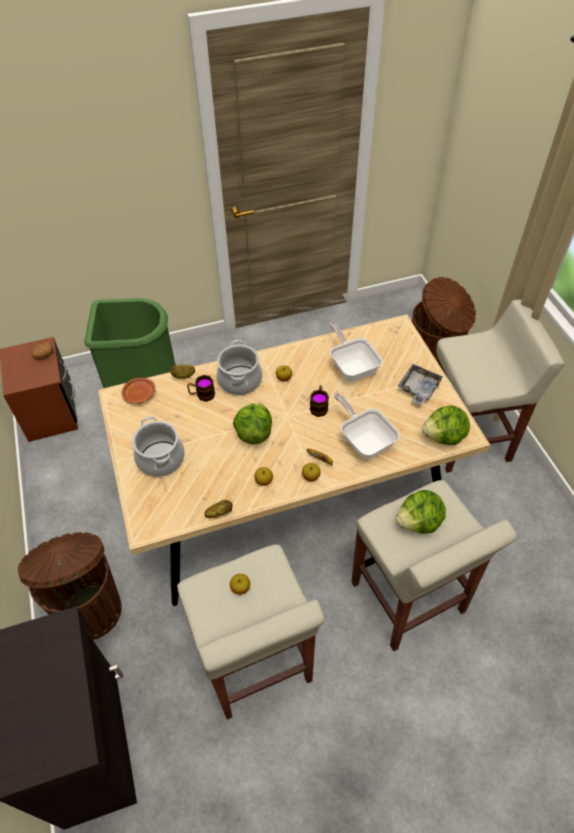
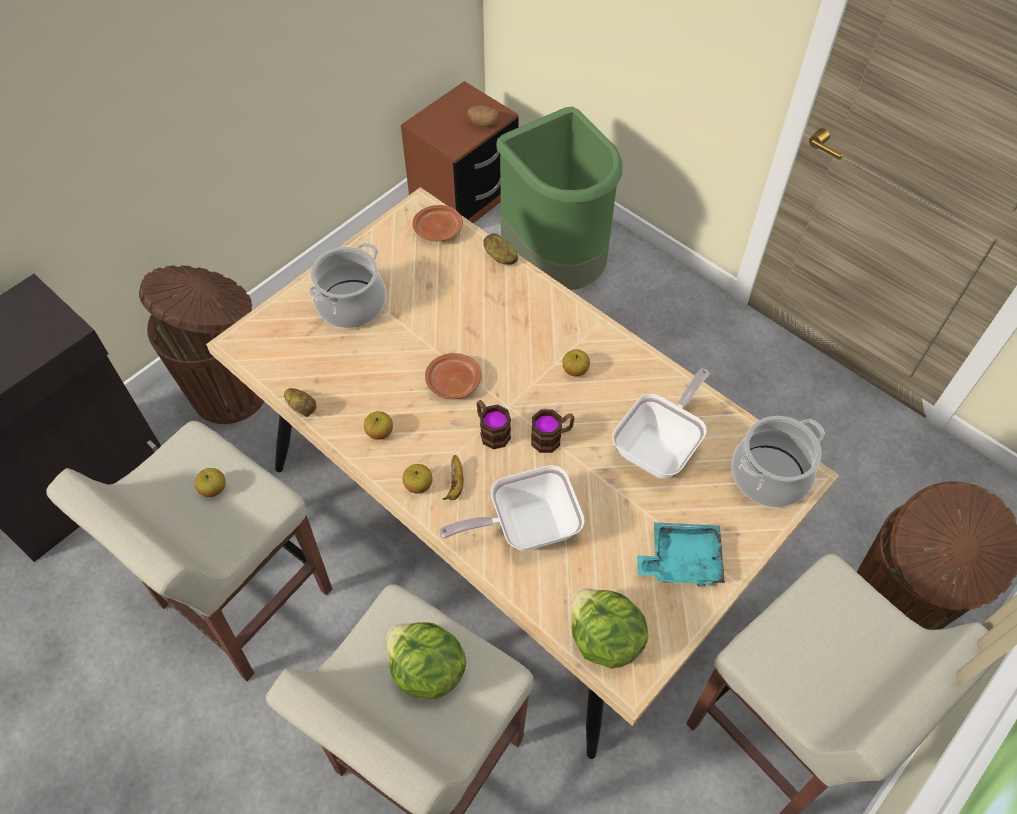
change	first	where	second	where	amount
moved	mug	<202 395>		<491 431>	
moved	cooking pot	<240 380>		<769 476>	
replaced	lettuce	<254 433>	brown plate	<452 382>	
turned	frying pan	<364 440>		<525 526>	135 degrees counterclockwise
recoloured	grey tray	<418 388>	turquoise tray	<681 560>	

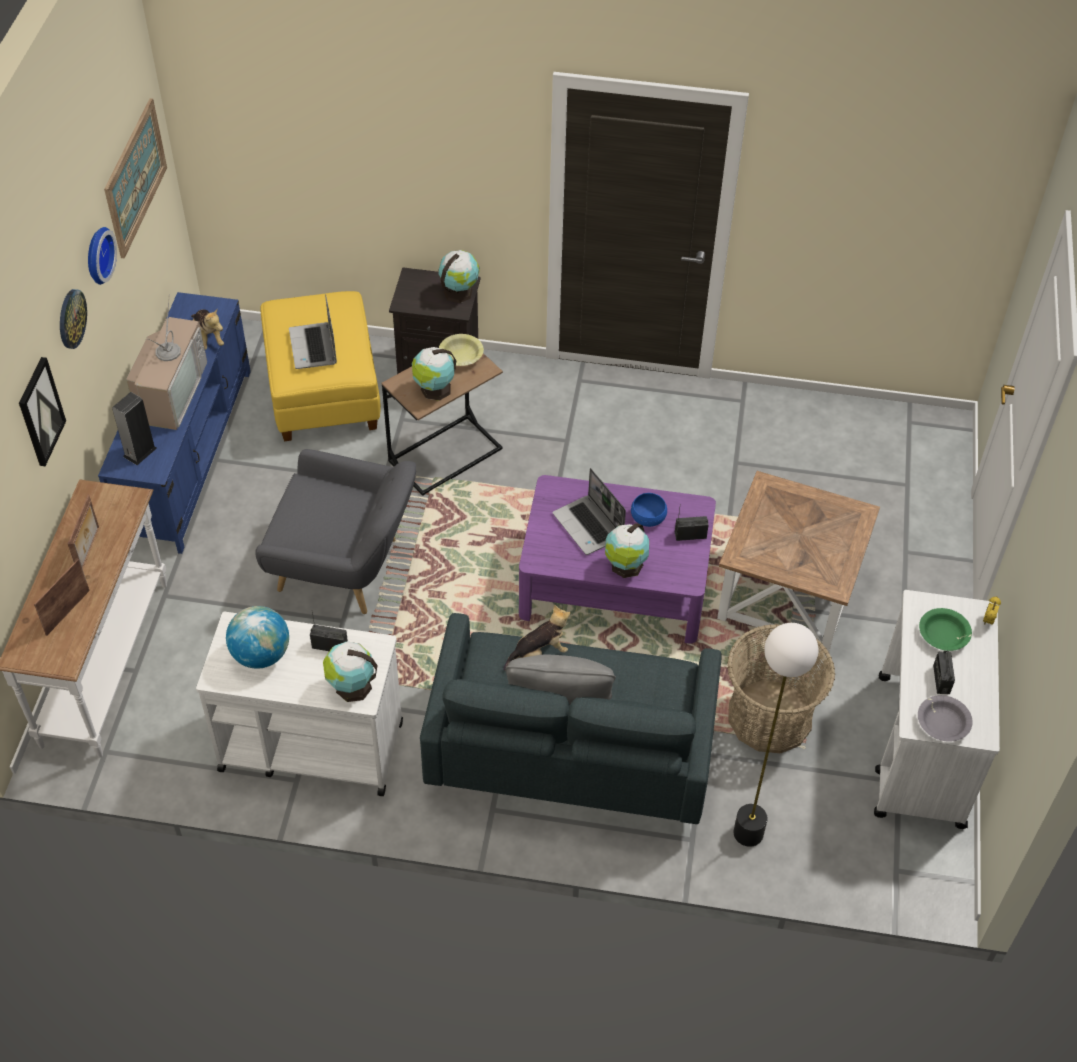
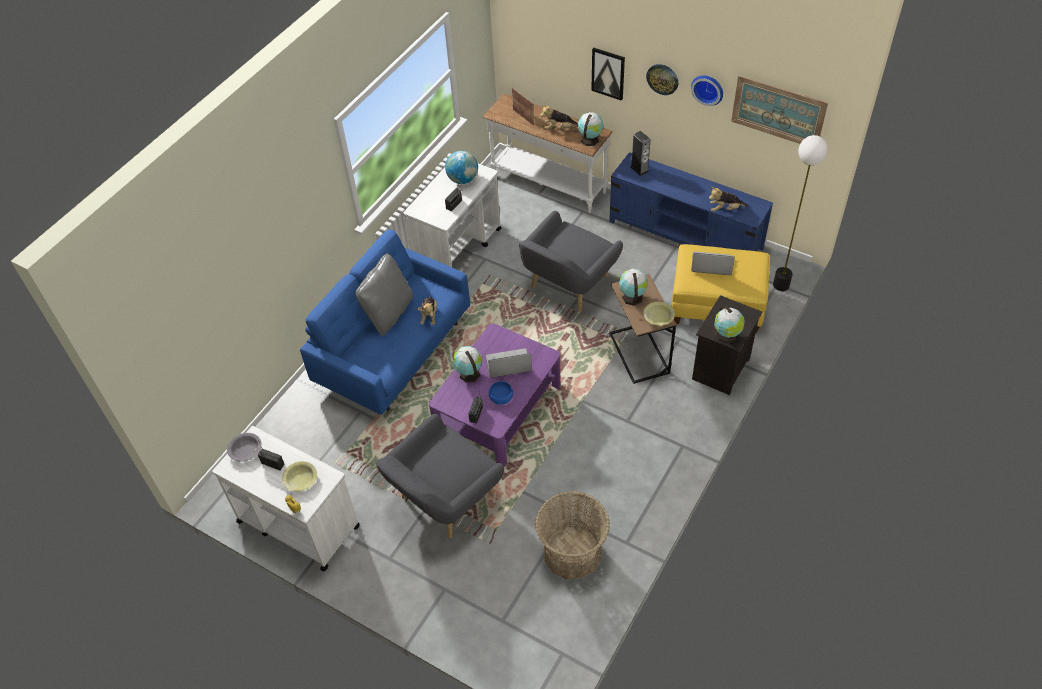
change	first	where	second	where	amount
replaced	picture frame	<89 551>	plush toy	<559 128>	
removed	television	<170 391>			
moved	globe	<351 687>		<590 139>	
recoloured	grey sofa	<569 753>	blue sofa	<394 351>	
replaced	brown side table	<789 595>	grey armchair	<443 500>	
moved	basket	<770 717>		<572 552>	
moved	floor lamp	<747 833>		<781 284>	
recoloured	green bowl	<943 635>	yellow bowl	<300 479>	

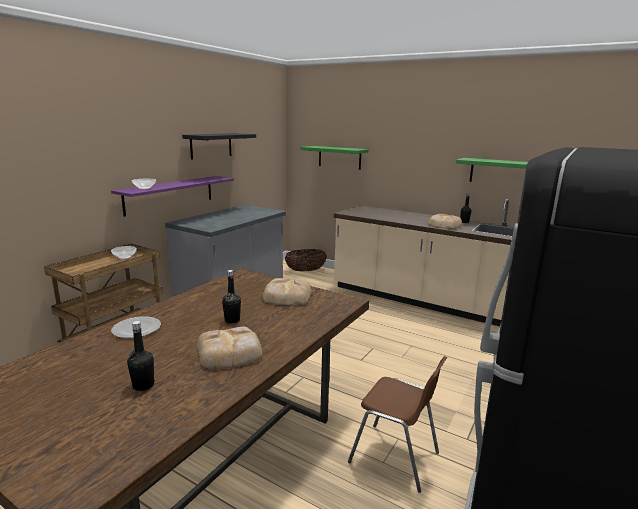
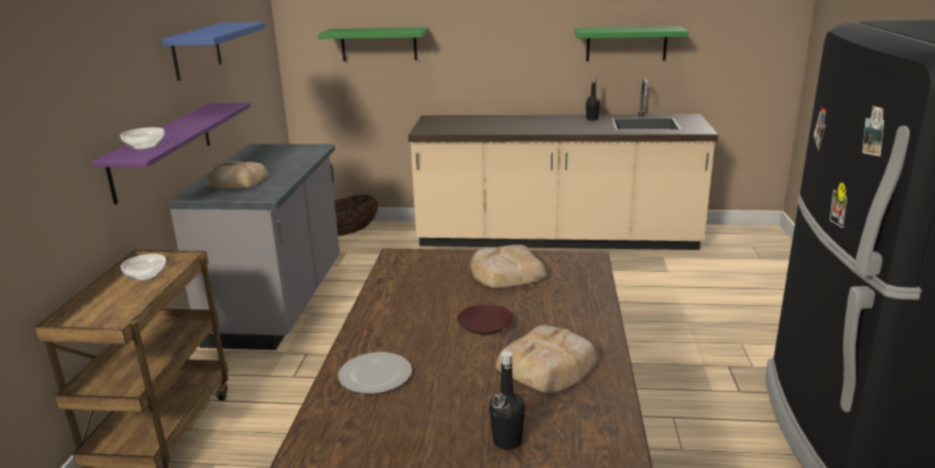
change	first	where	second	where	amount
recoloured	black shelf	<211 145>	blue shelf	<196 51>	
replaced	black bottle	<232 320>	brown plate	<486 324>	
removed	brown chair	<395 457>			
moved	bread	<444 225>		<237 181>	

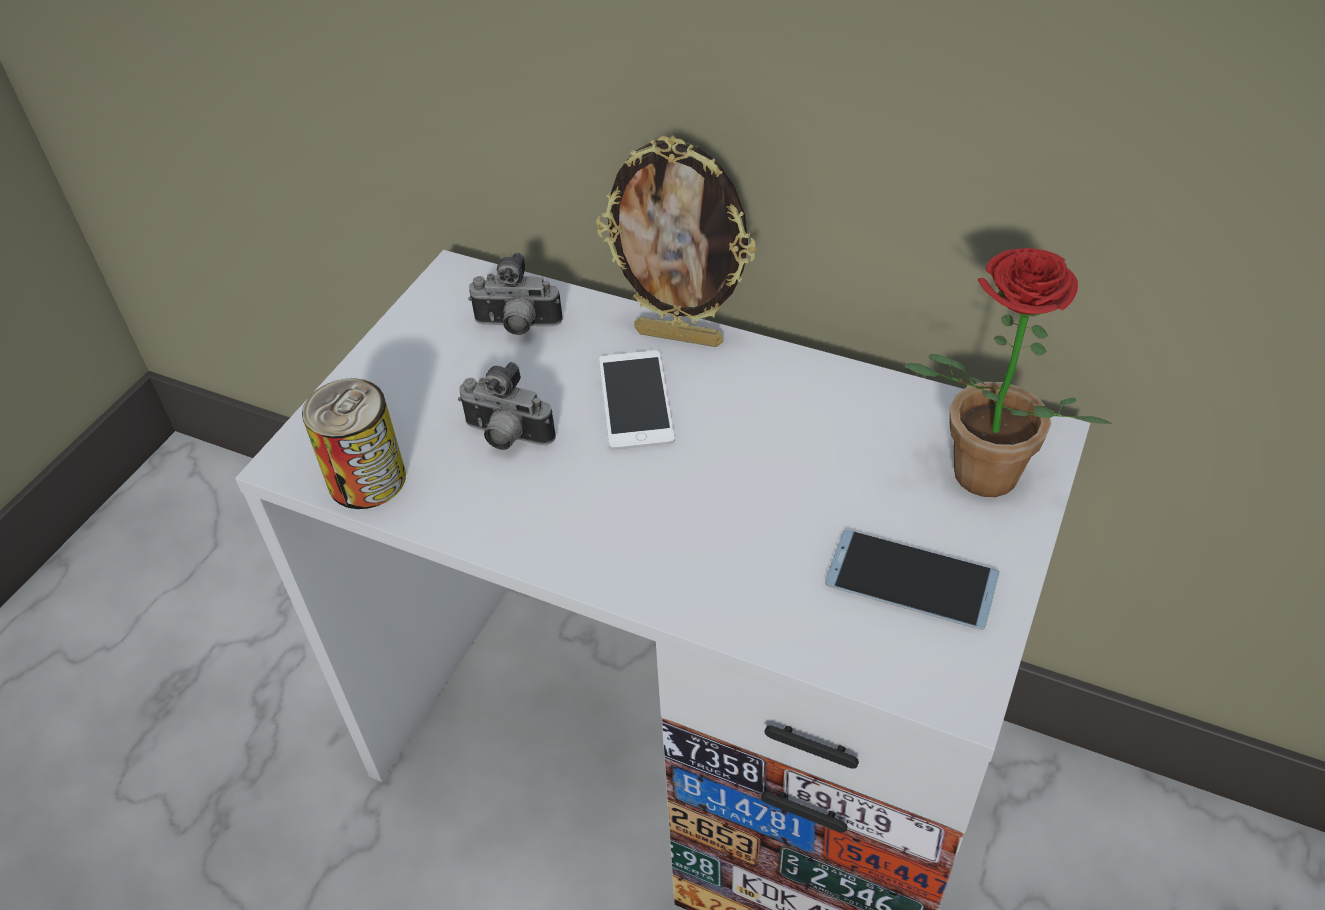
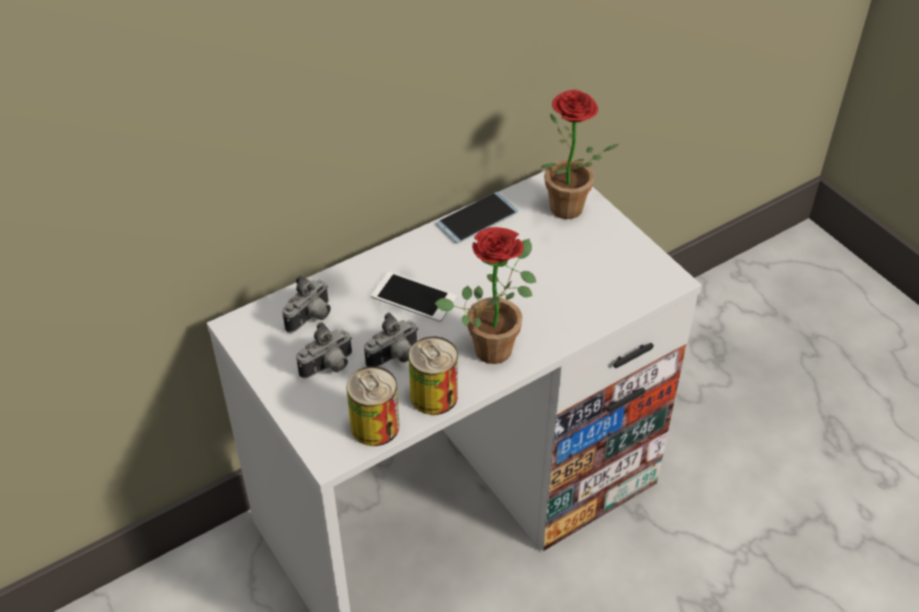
change	first	where	second	where	amount
removed	picture frame	<680 336>			
moved	phone	<911 580>		<477 218>	
added			photo camera	<329 367>	
added			can	<434 396>	
added			potted plant	<495 343>	

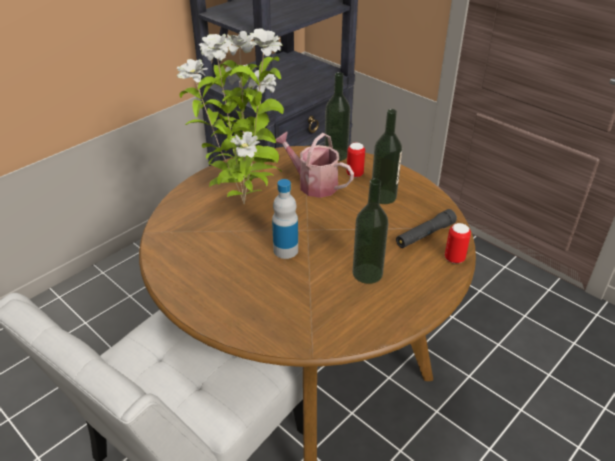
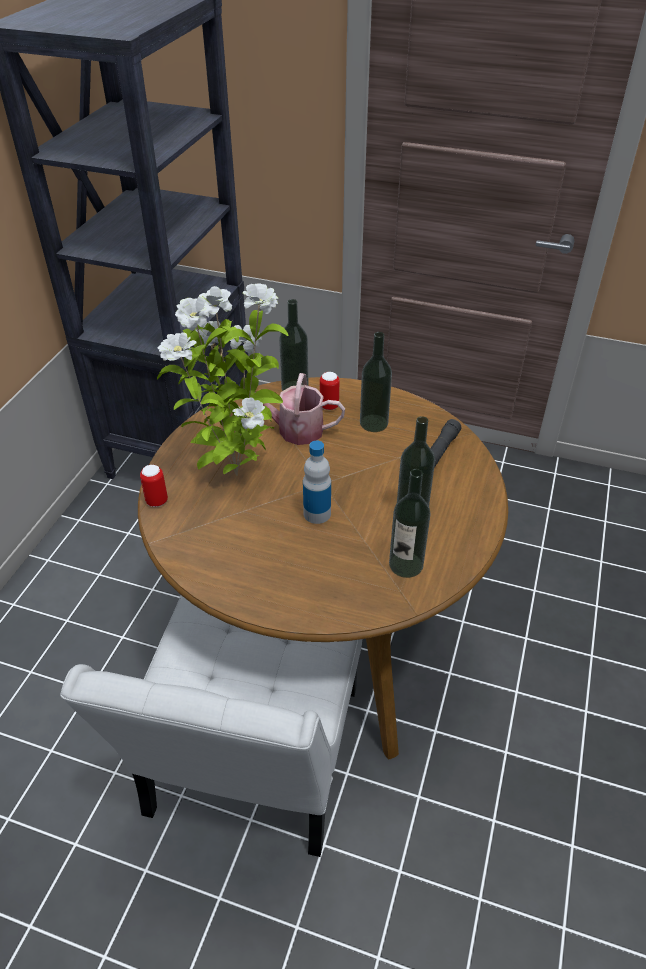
change	first	where	second	where	amount
moved	can	<454 258>		<157 501>	
added			bottle	<406 564>	

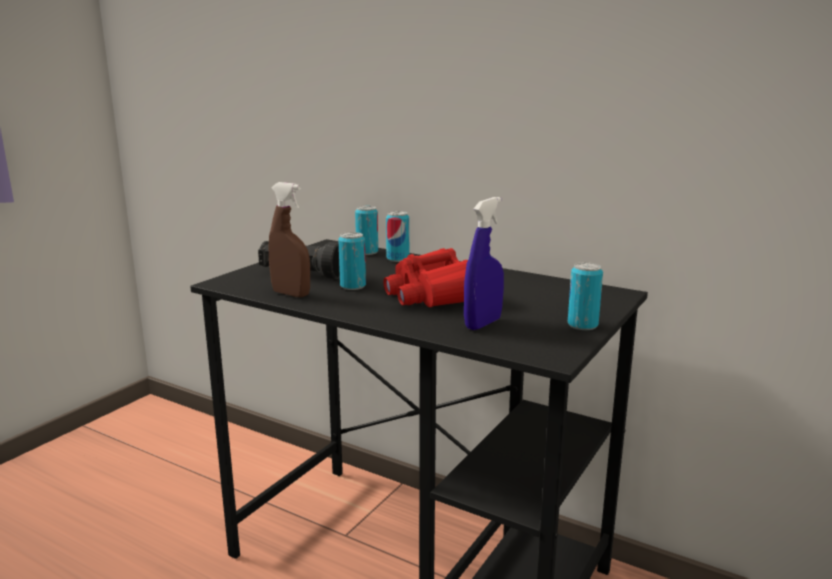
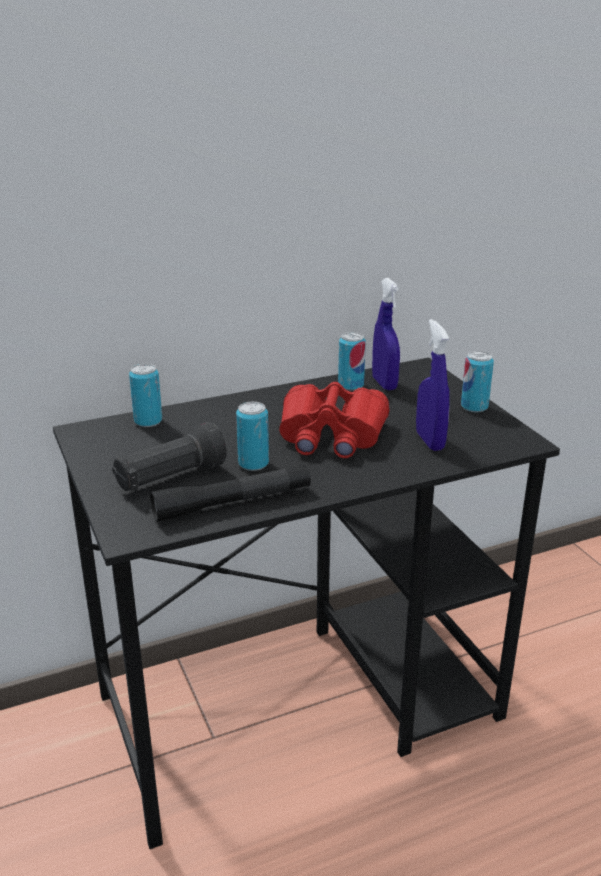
change	first	where	second	where	amount
replaced	brown spray bottle	<291 294>	black flashlight	<233 503>	
moved	can	<397 259>		<351 385>	
added			blue spray bottle	<384 384>	

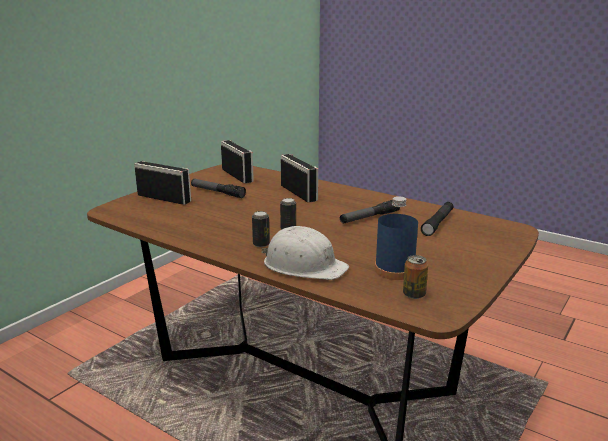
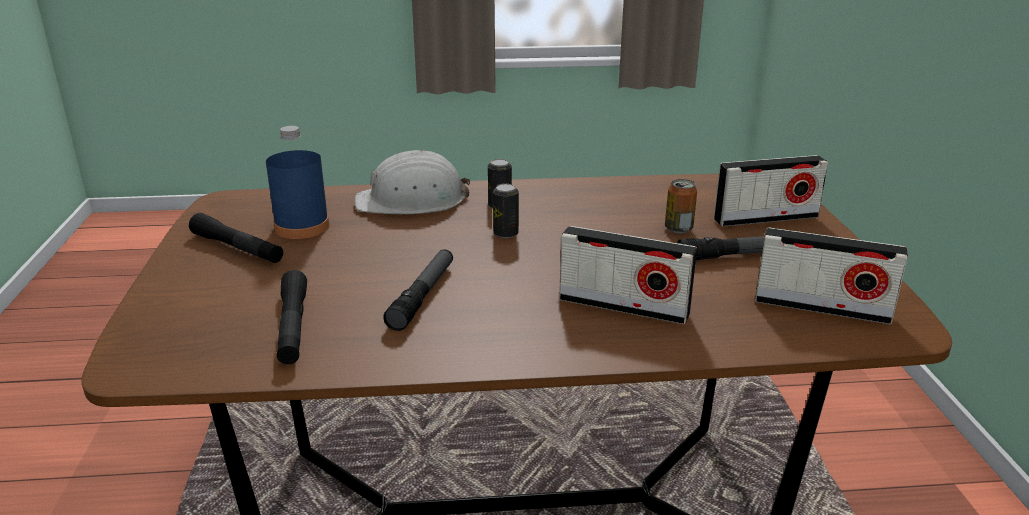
change	first	where	second	where	amount
moved	can	<414 294>		<678 229>	
added			black flashlight	<237 248>	

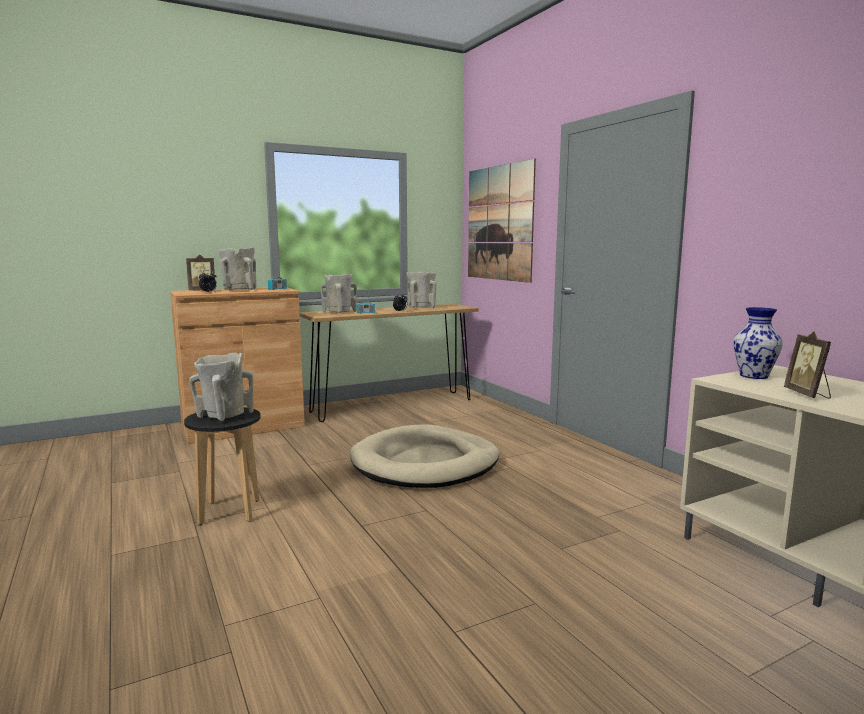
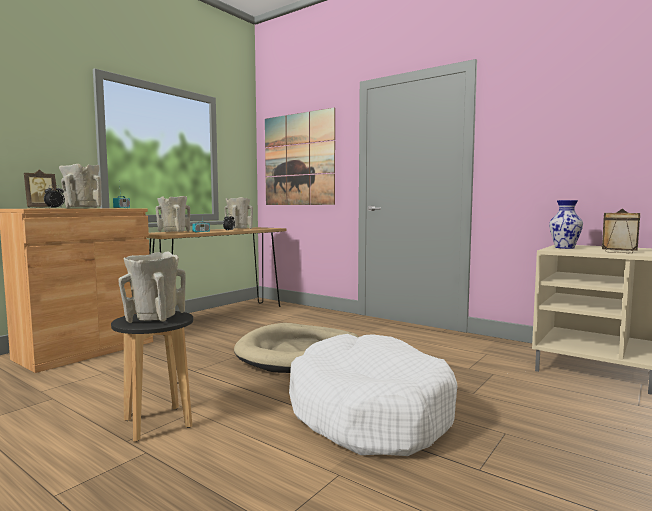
change	first	where	second	where	amount
turned	picture frame	<807 394>		<619 252>	150 degrees clockwise
added			white dog bed	<368 412>	

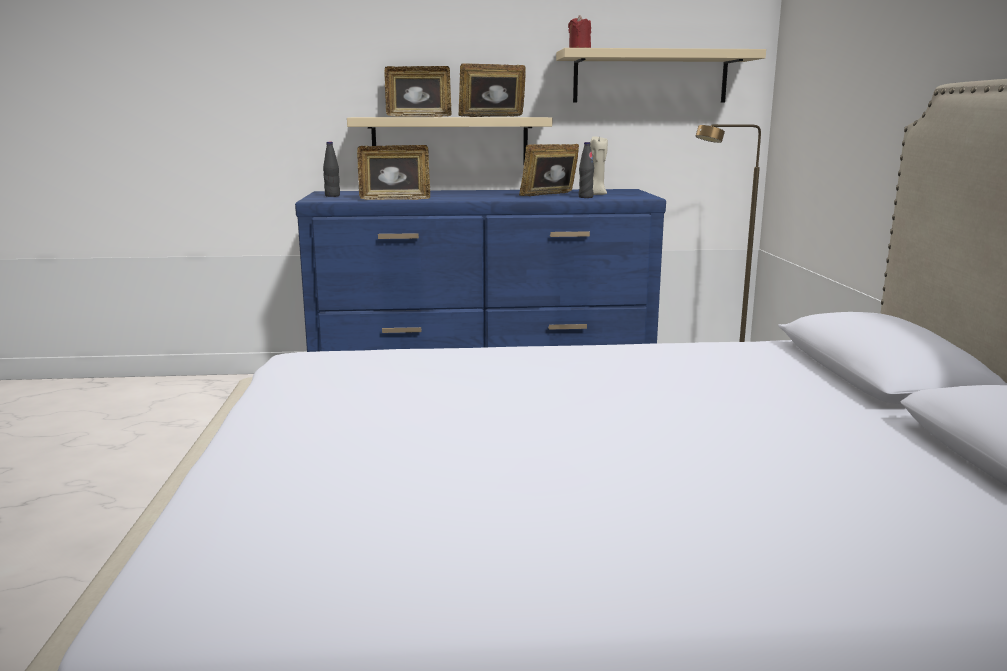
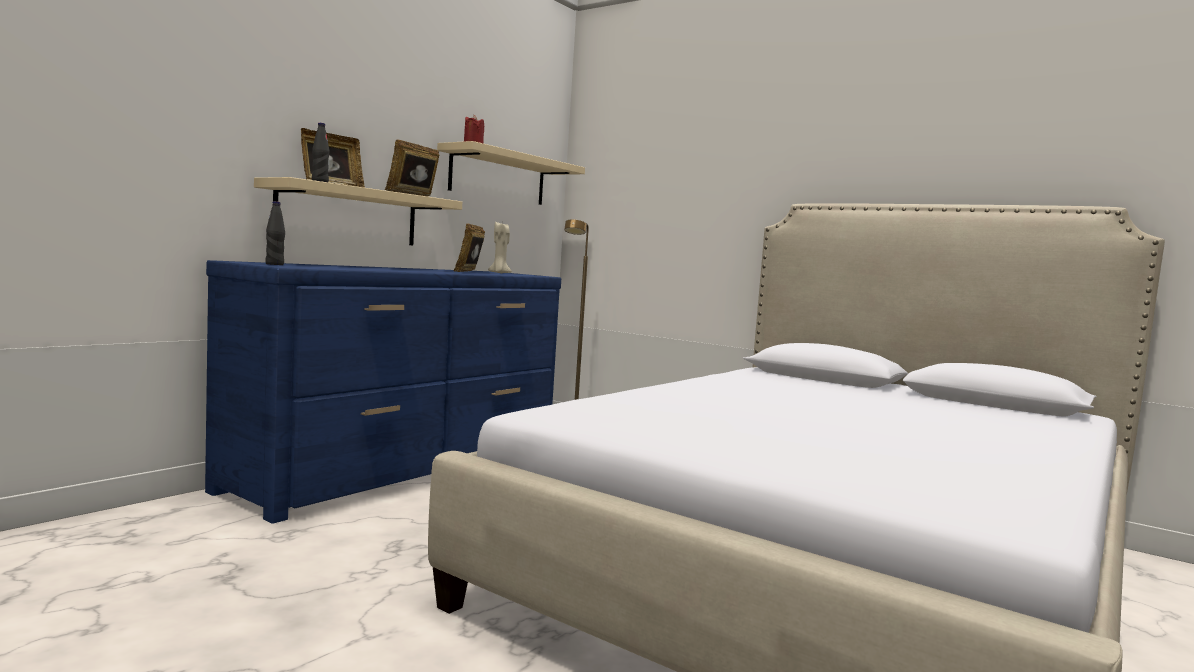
change	first	where	second	where	amount
removed	picture frame	<395 199>			
moved	black bottle	<585 197>		<320 182>	

